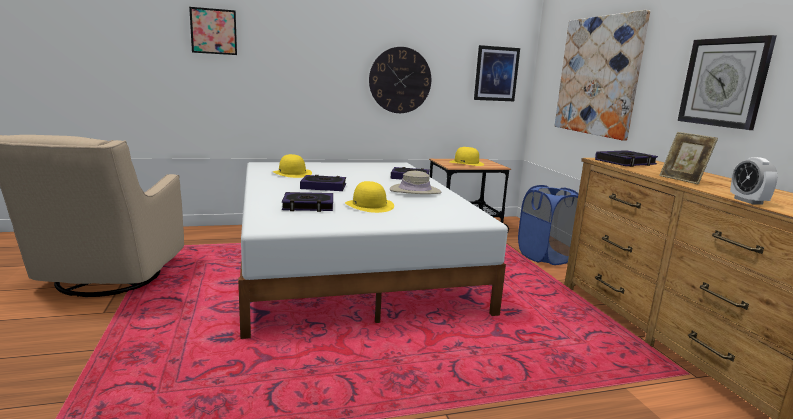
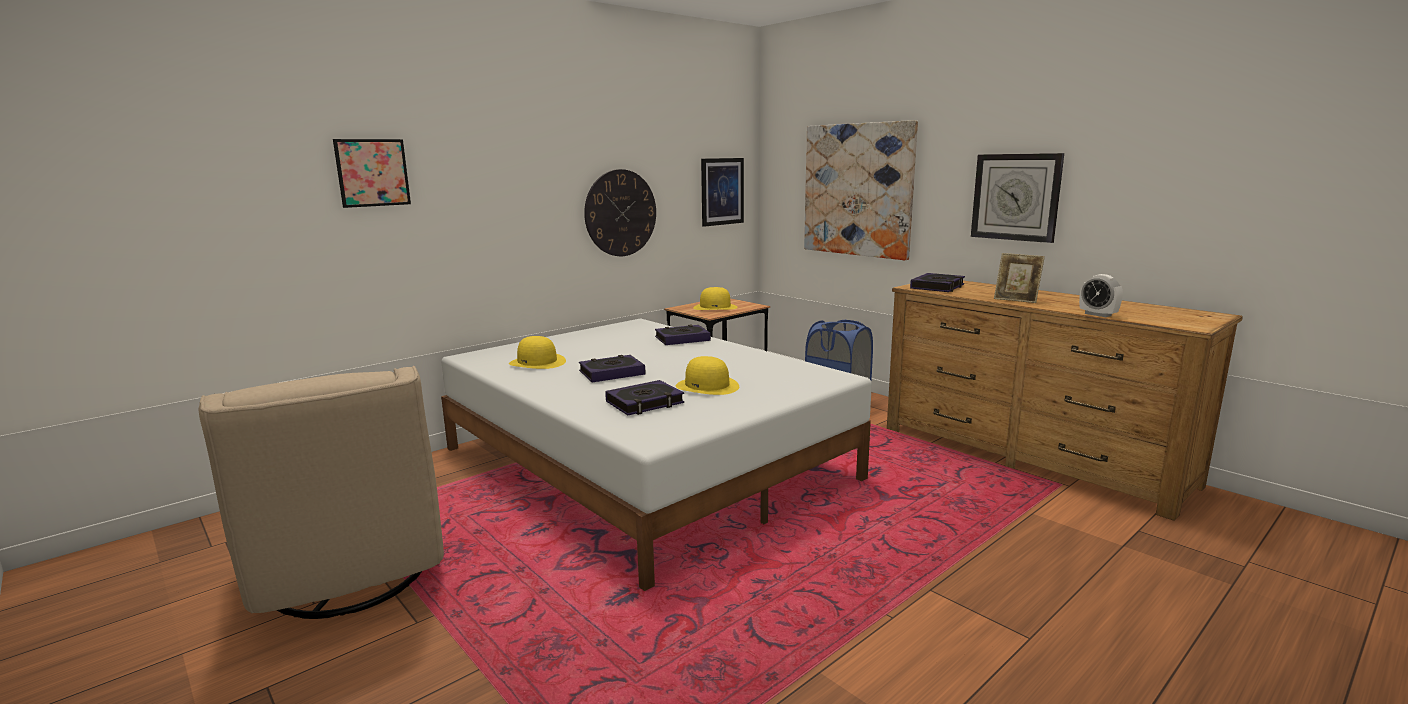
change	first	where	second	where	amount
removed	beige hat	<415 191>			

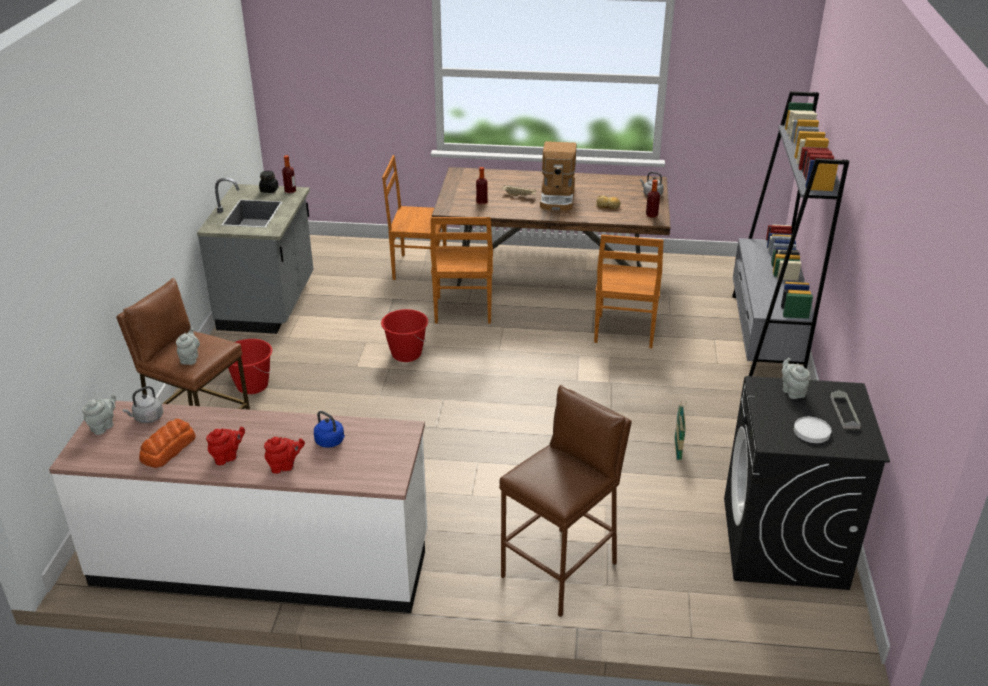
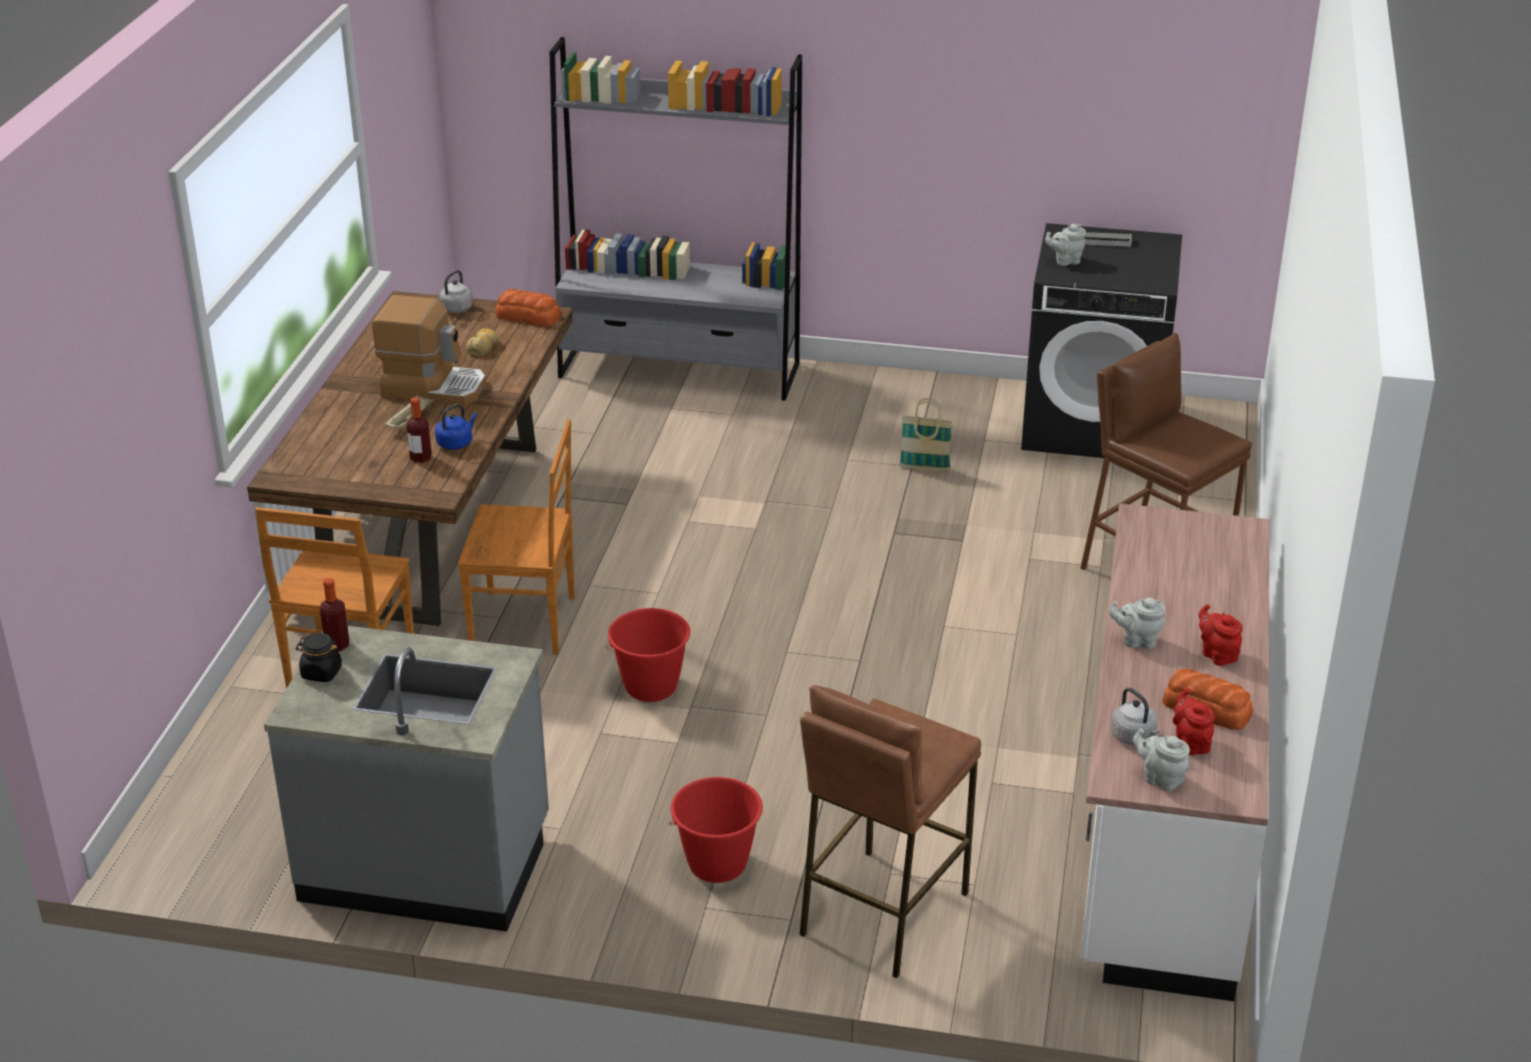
change	first	where	second	where	amount
moved	grey teapot	<190 358>		<1137 640>	
moved	red teapot	<285 466>		<1191 742>	
moved	blue kettle	<331 442>		<456 443>	
removed	brown chair	<624 333>			
replaced	bottle	<651 215>	bread	<529 317>	
removed	white plate	<812 431>			

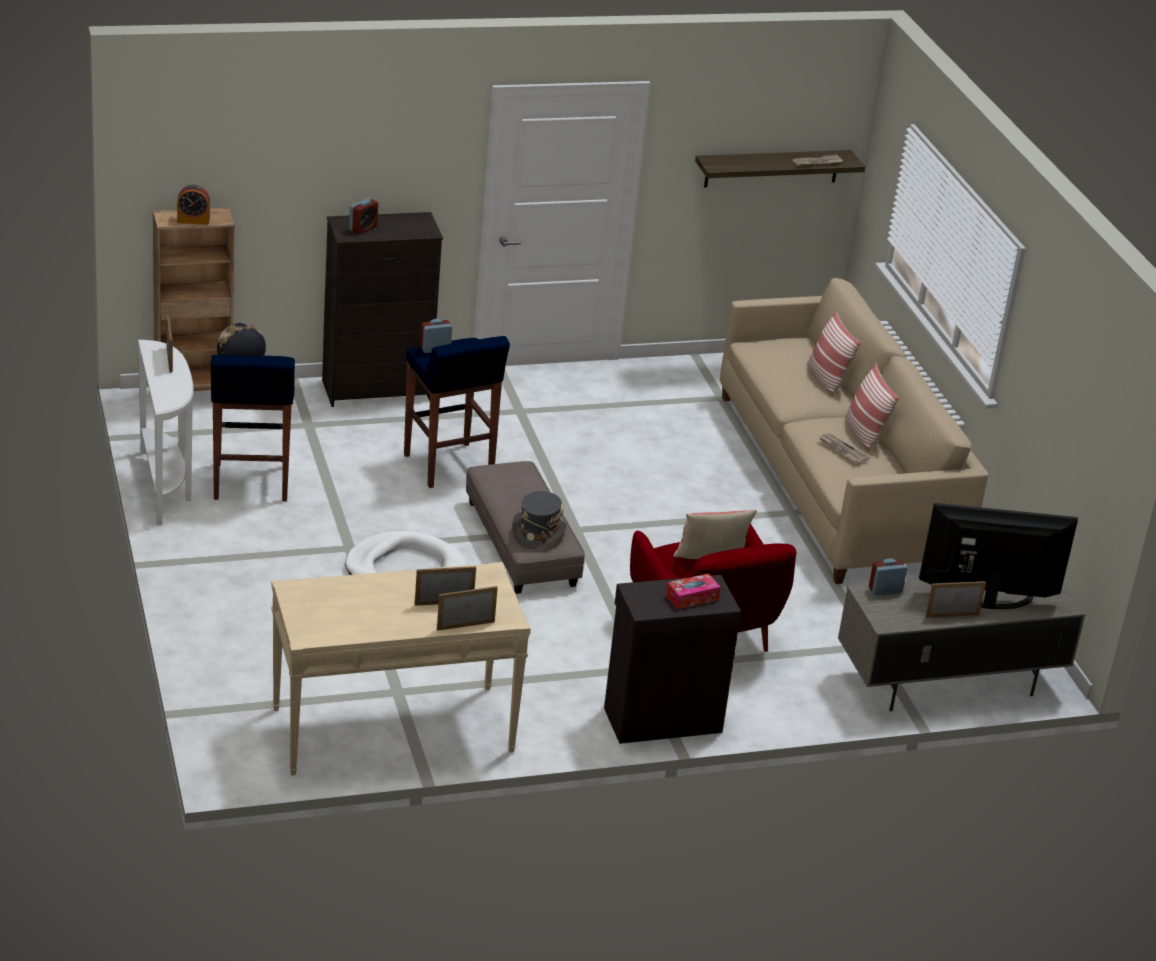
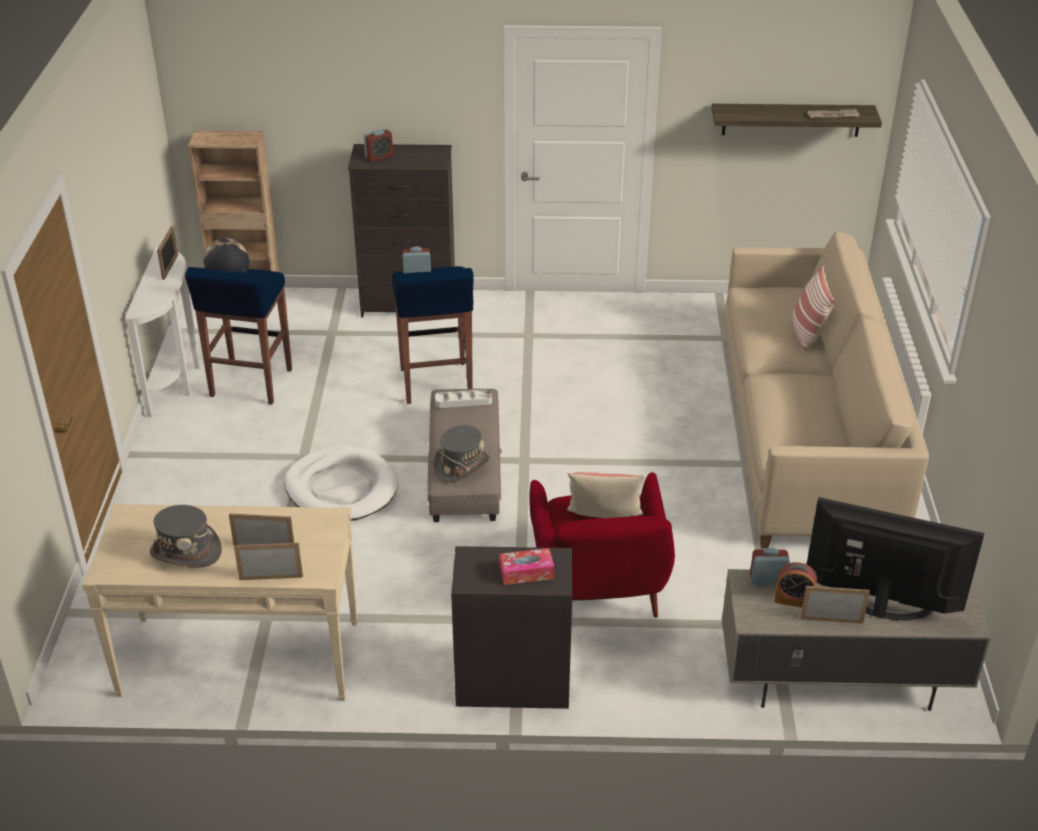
change	first	where	second	where	amount
moved	alarm clock	<193 220>		<794 600>	
removed	newspaper	<842 449>			
removed	pillow	<864 434>			
added			grey hat	<186 551>	
added			grey tray	<463 401>	

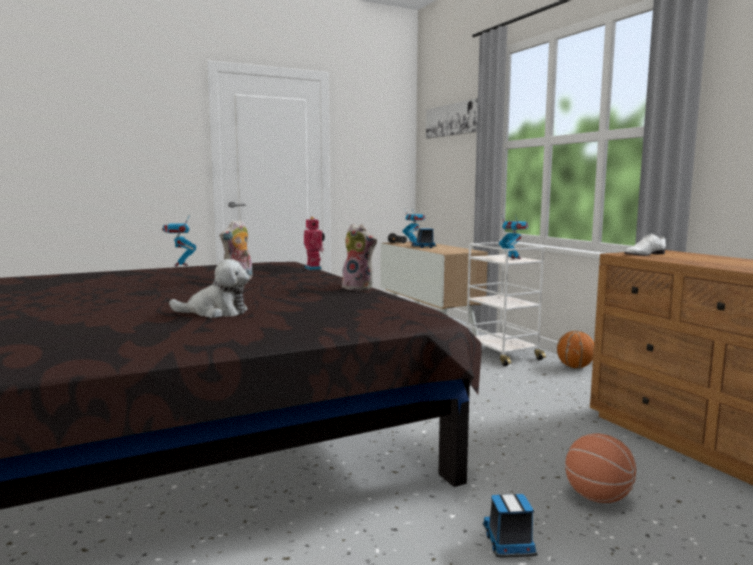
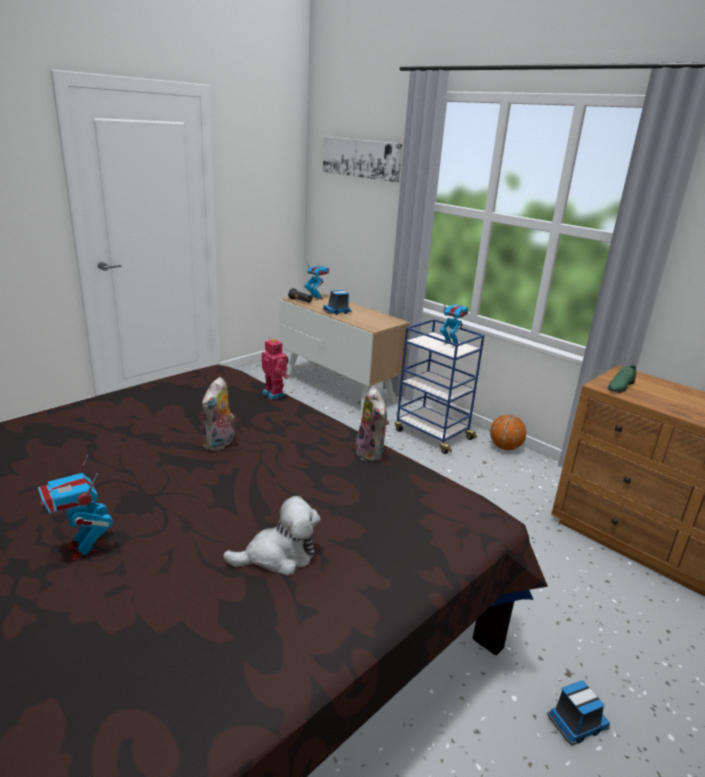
change	first	where	second	where	amount
moved	toy robot	<181 265>		<82 550>	
turned	plush toy	<359 288>		<372 453>	60 degrees clockwise
recoloured	white cart	<501 354>	blue cart	<432 434>	
turned	toy truck	<509 543>		<576 723>	90 degrees clockwise
removed	basketball	<598 497>			
recoloured	white shoe	<644 254>	green shoe	<620 386>	

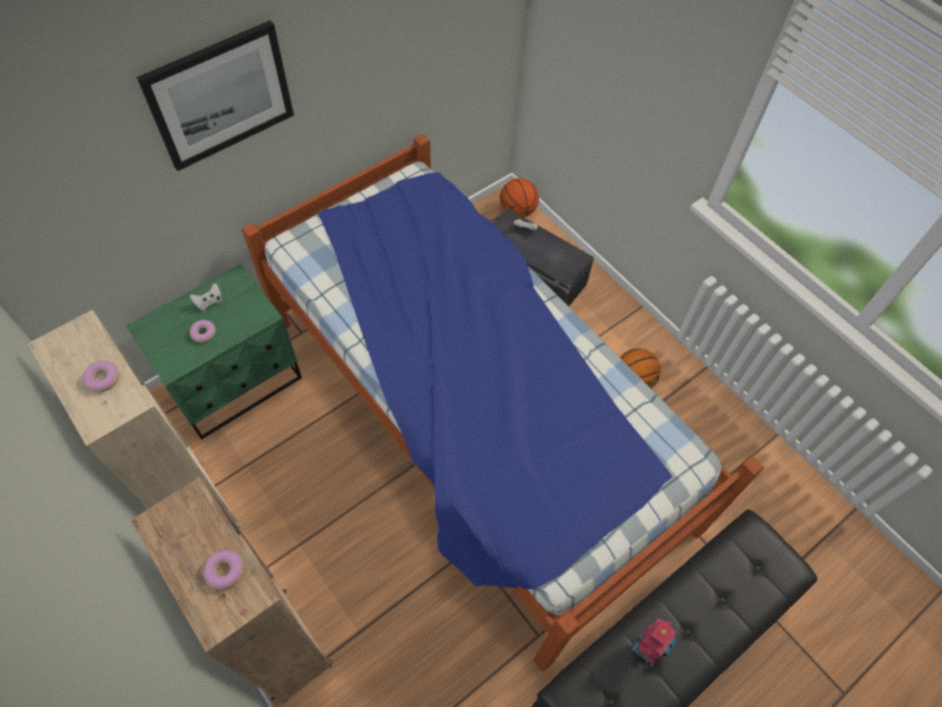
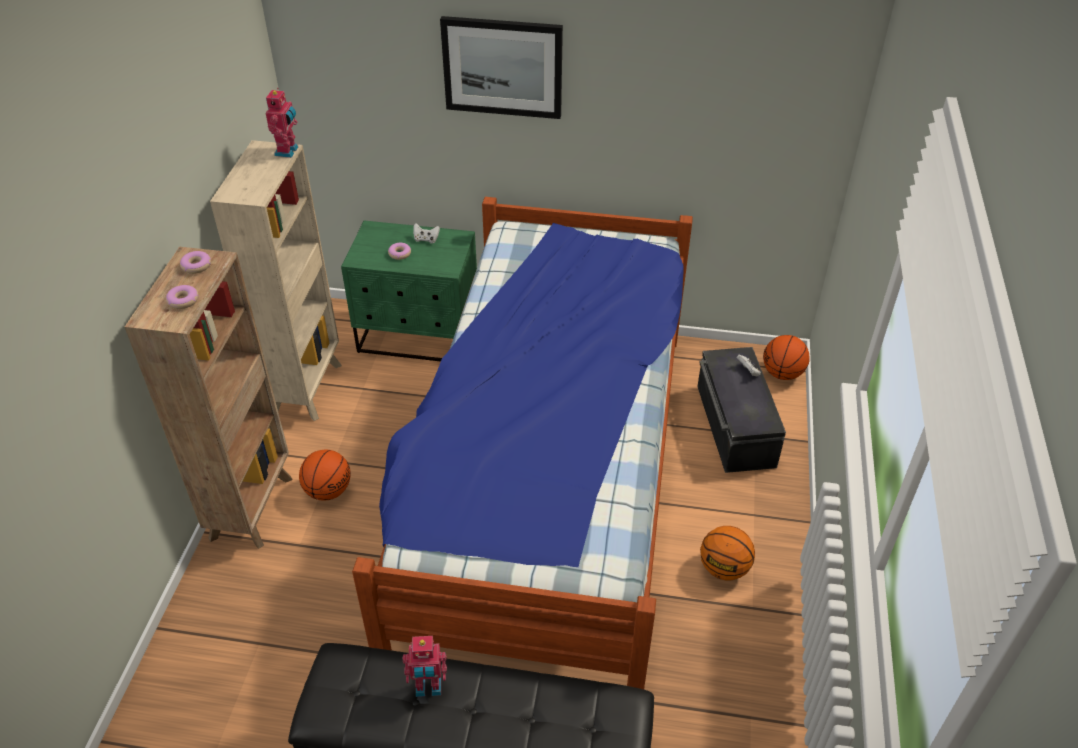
change	first	where	second	where	amount
moved	donut	<103 378>		<196 266>	
added			toy robot	<288 151>	
added			basketball	<328 490>	

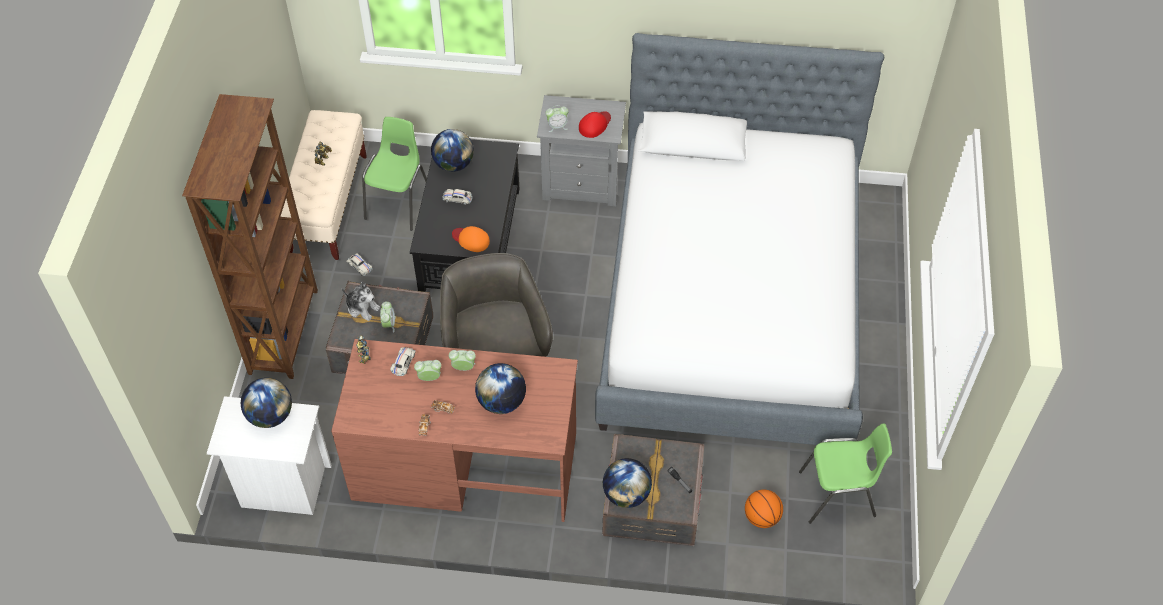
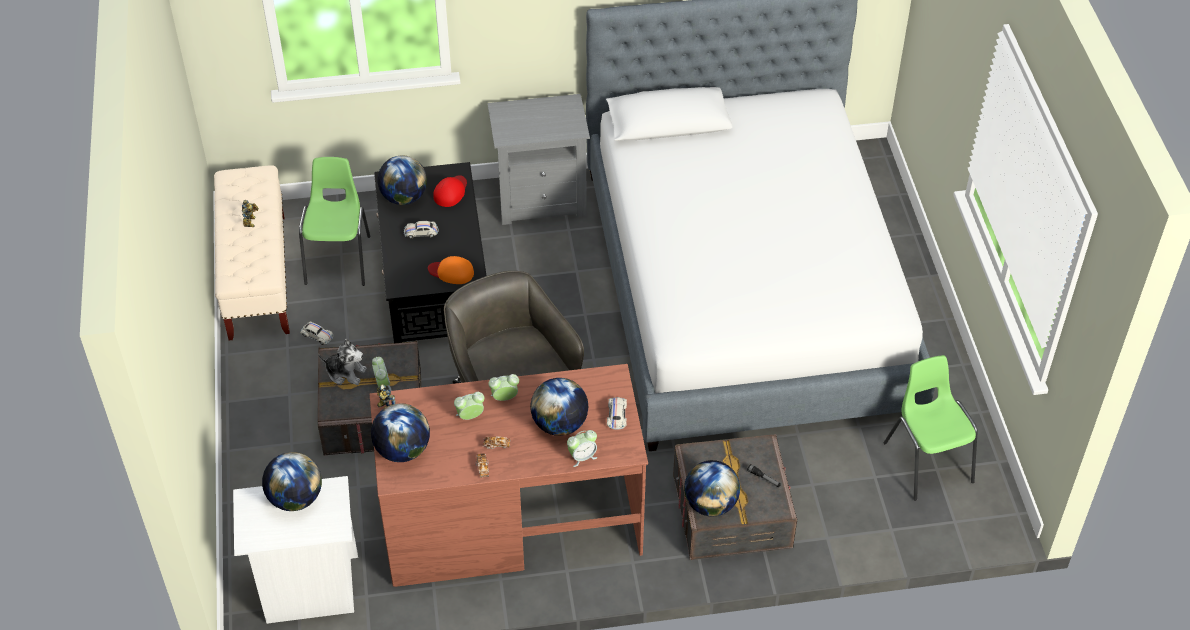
change	first	where	second	where	amount
removed	brown bookcase	<285 331>			
moved	white toy car	<403 363>		<617 415>	
moved	alarm clock	<557 126>		<582 457>	
moved	red cap	<595 125>		<451 192>	
removed	basketball	<761 517>			
turned	green chair	<838 495>		<927 462>	90 degrees counterclockwise
added			globe	<402 450>	

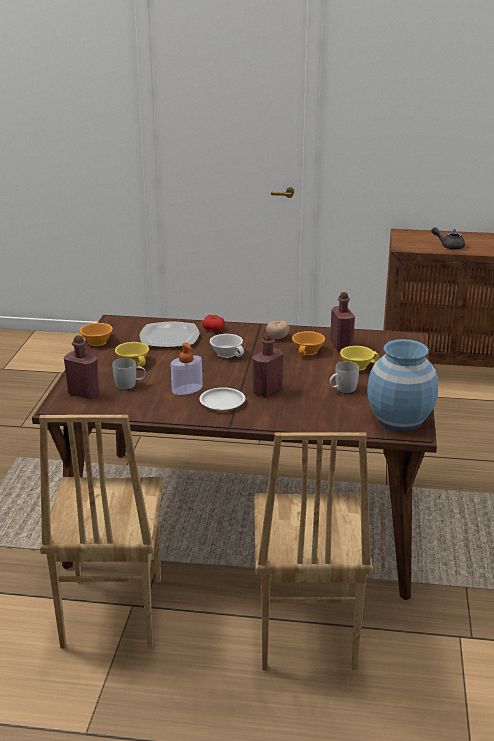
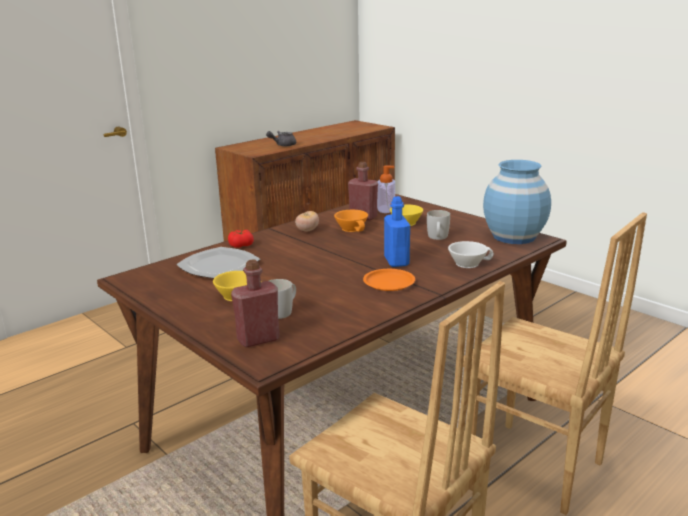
change	first	where	second	where	amount
removed	orange cup	<97 341>			
moved	soap dispenser	<187 389>		<386 209>	
recoloured	white plate	<222 402>	orange plate	<388 283>	
moved	white cup	<228 353>		<468 263>	
recoloured	red bottle	<267 390>	blue bottle	<396 261>	

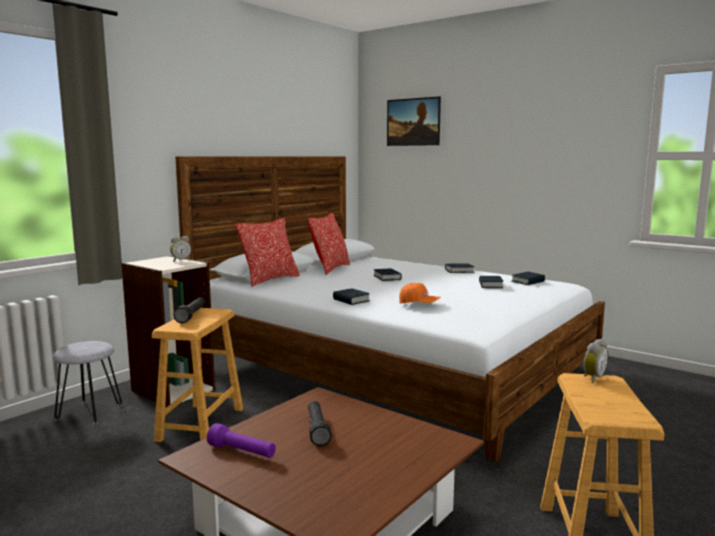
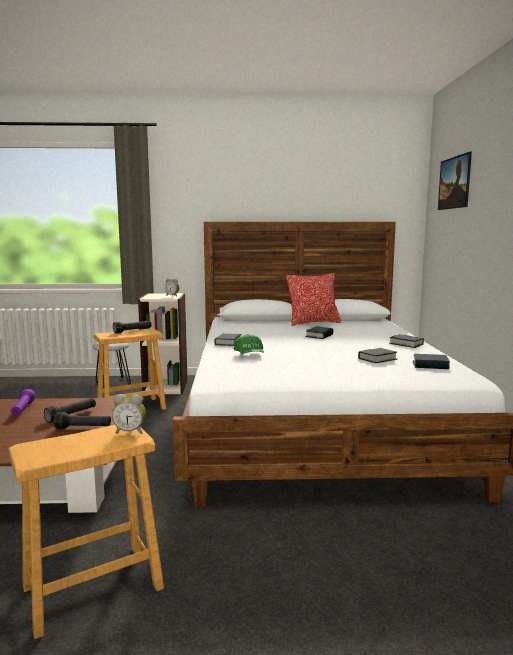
change	first	where	second	where	amount
removed	pillow	<270 280>			
recoloured	orange cap	<419 304>	green cap	<249 355>	
added			black flashlight	<83 428>	

